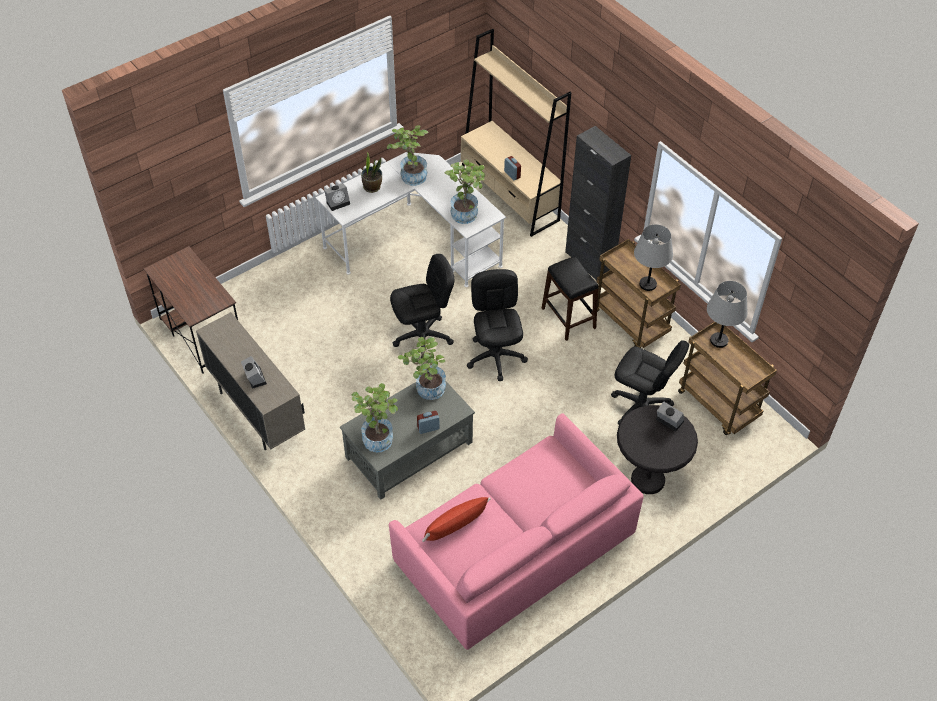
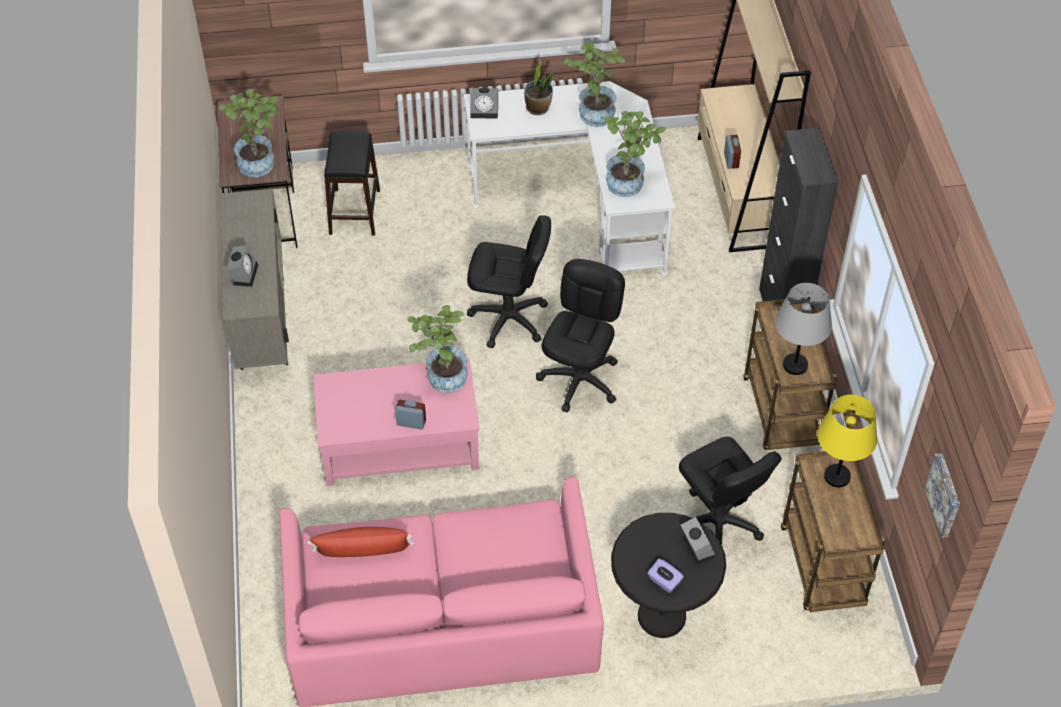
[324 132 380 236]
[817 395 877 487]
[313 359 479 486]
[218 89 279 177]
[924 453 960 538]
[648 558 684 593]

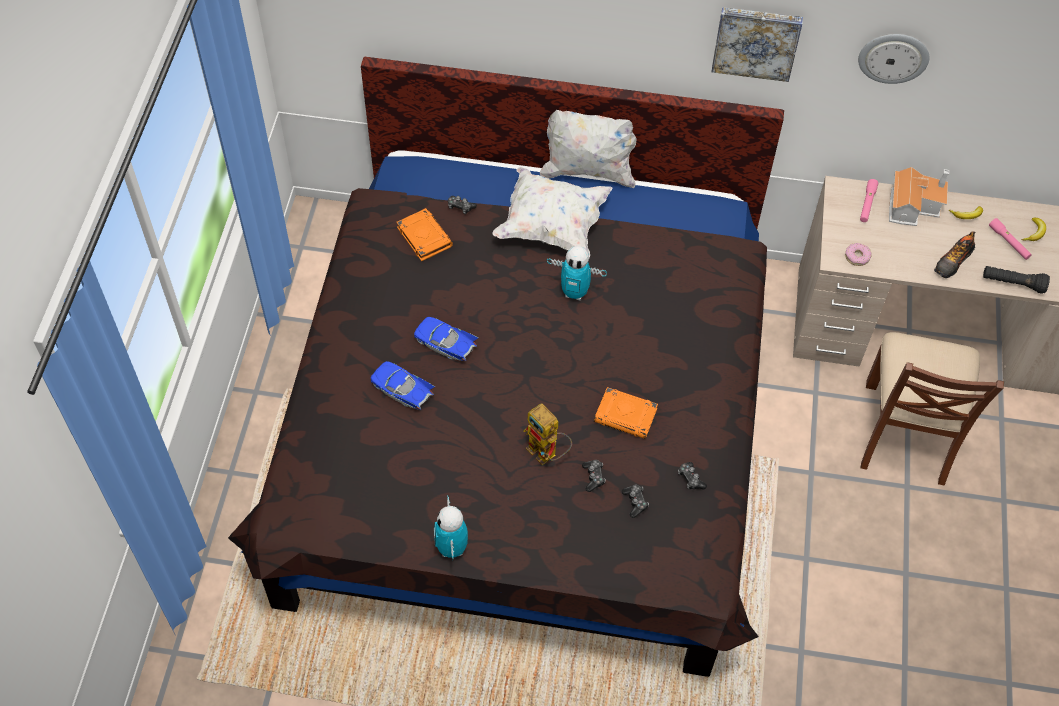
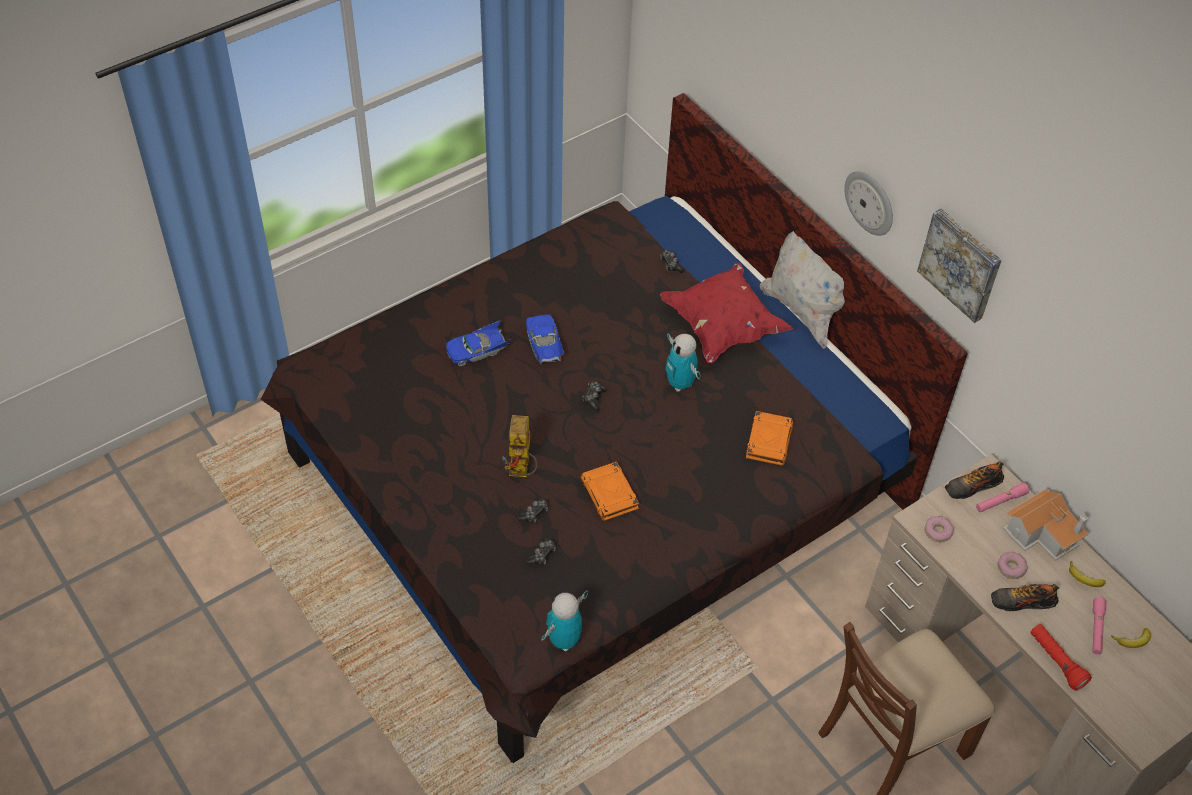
[845 171 893 236]
[660 263 793 363]
[746 411 793 465]
[1031 624 1092 691]
[446 320 511 366]
[583 381 608 411]
[541 591 588 652]
[945 461 1004 499]
[997 552 1028 579]

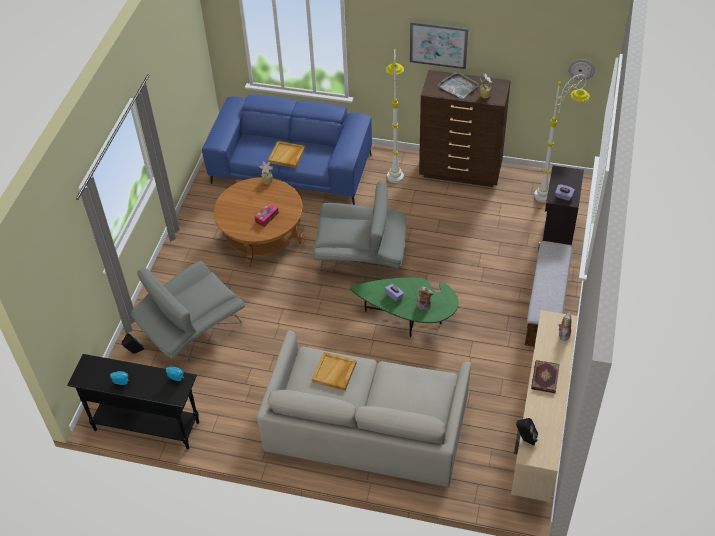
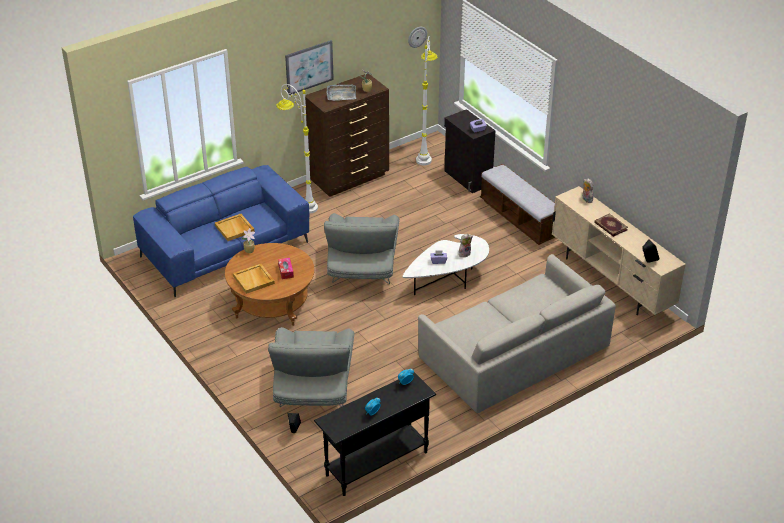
[324 213 400 284]
[403 234 489 295]
[233 264 275 294]

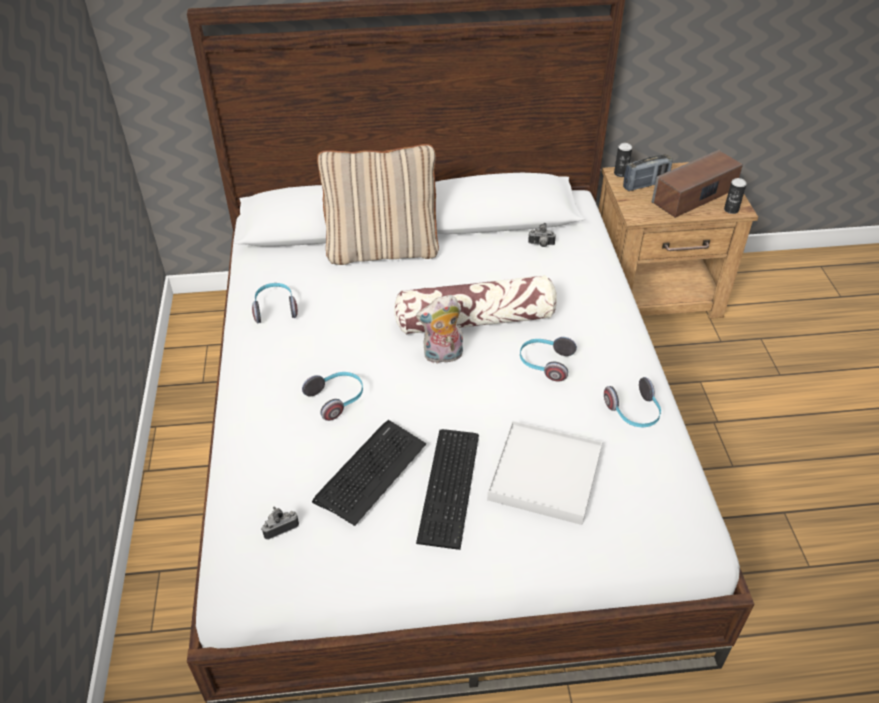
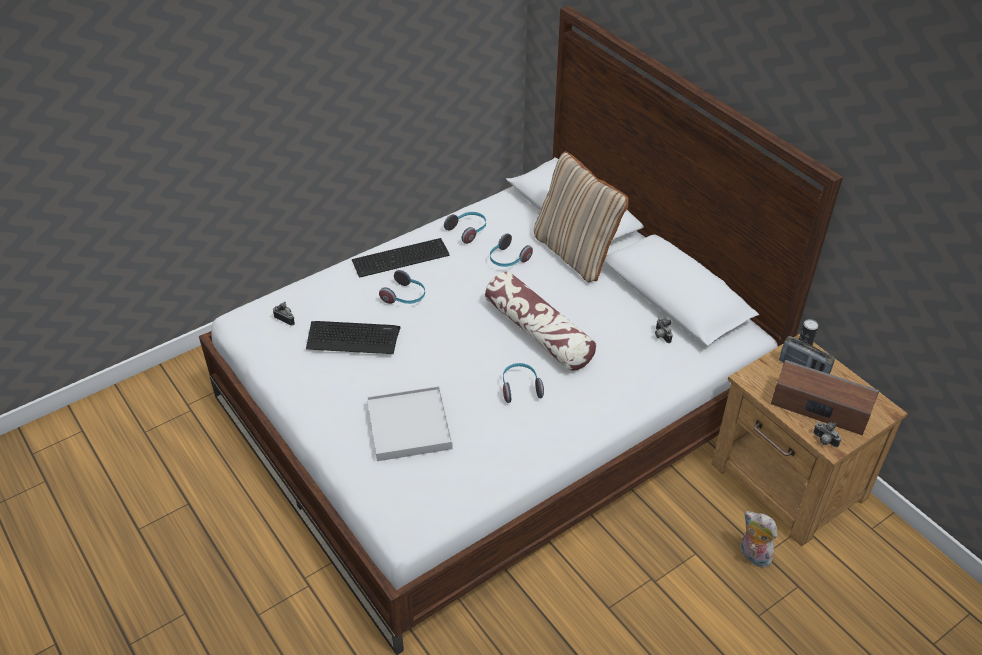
[813 422 841 447]
[741 511 777 568]
[490 233 533 267]
[352 238 450 278]

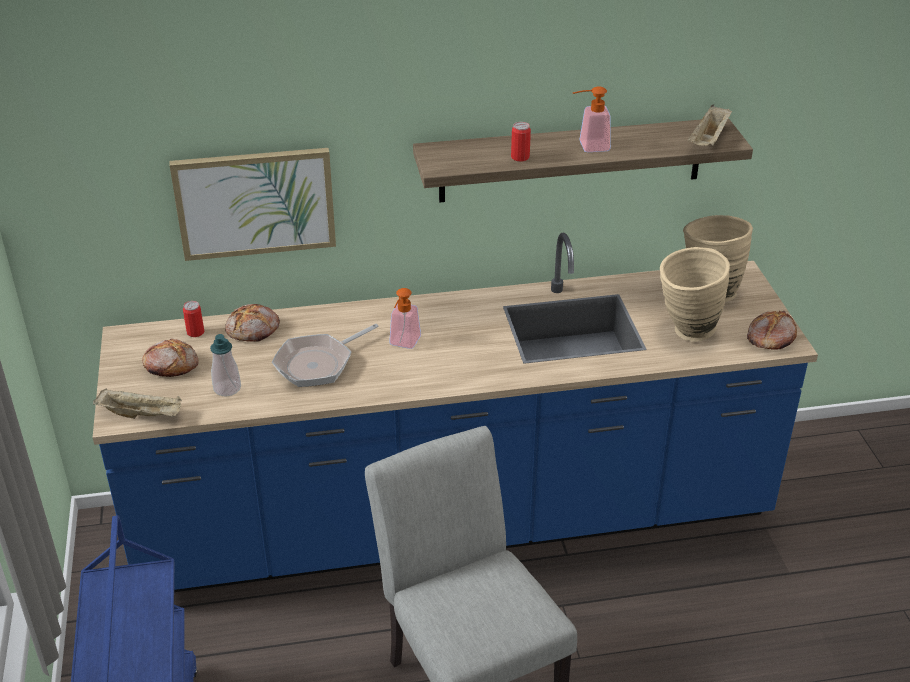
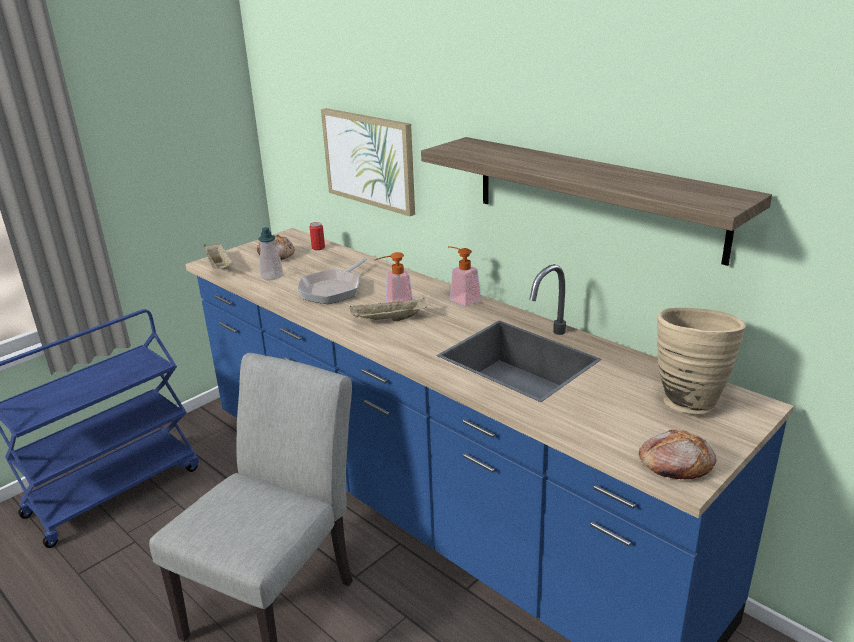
[448 246 481 306]
[350 297 427 322]
[511 122 531 162] (first image)
[660 247 730 342] (first image)
[225 304 280 342] (first image)
[298 258 367 304]

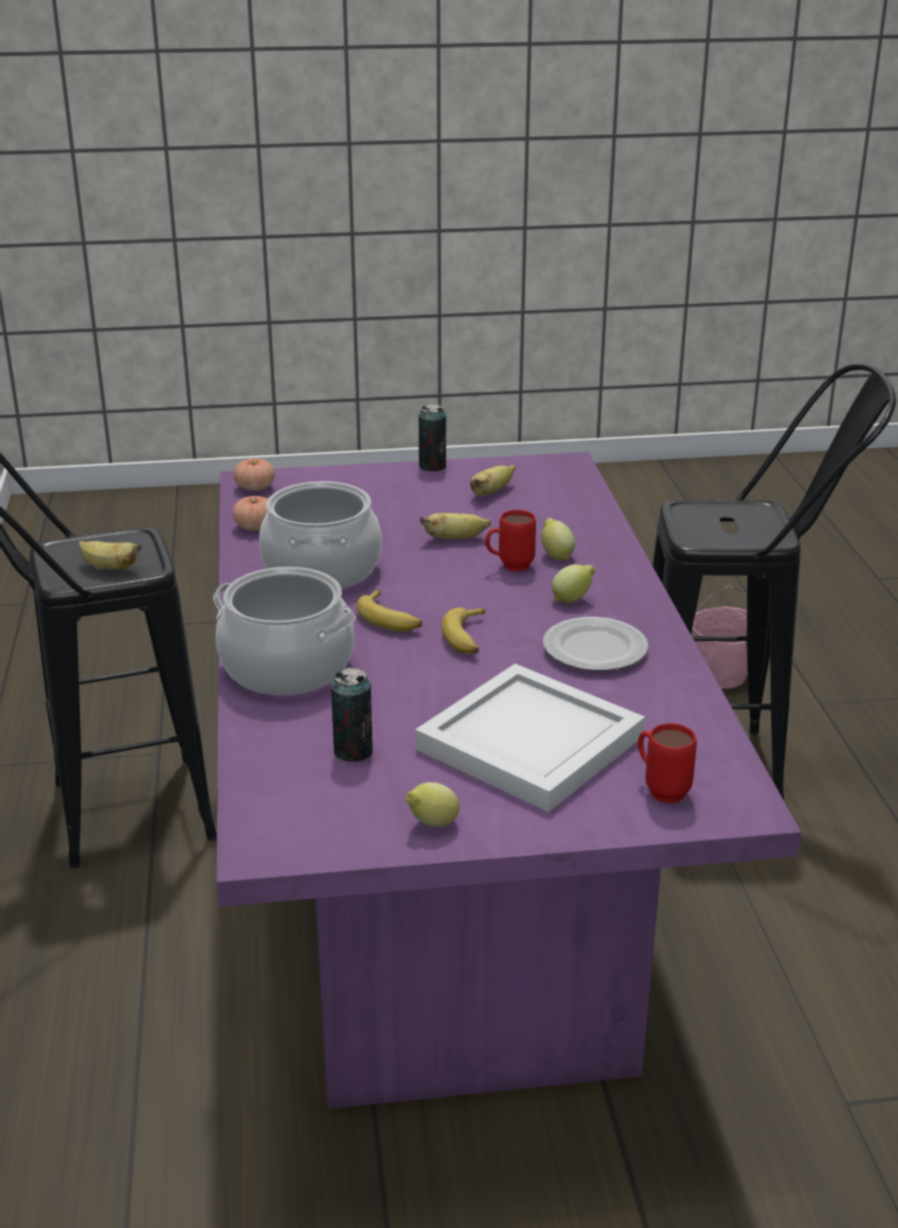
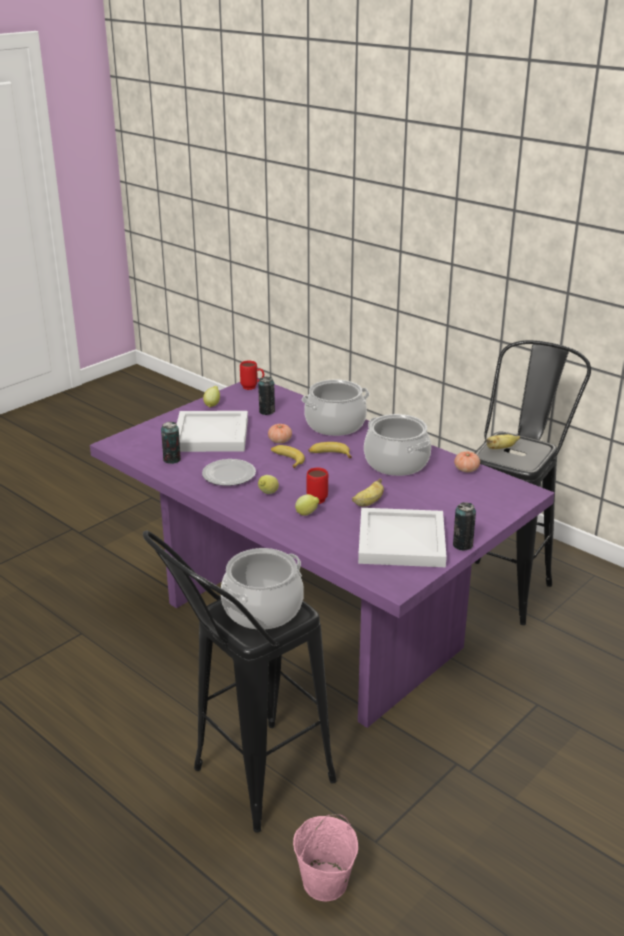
[268 424 292 443]
[358 508 447 567]
[240 361 264 390]
[161 422 181 464]
[221 548 304 630]

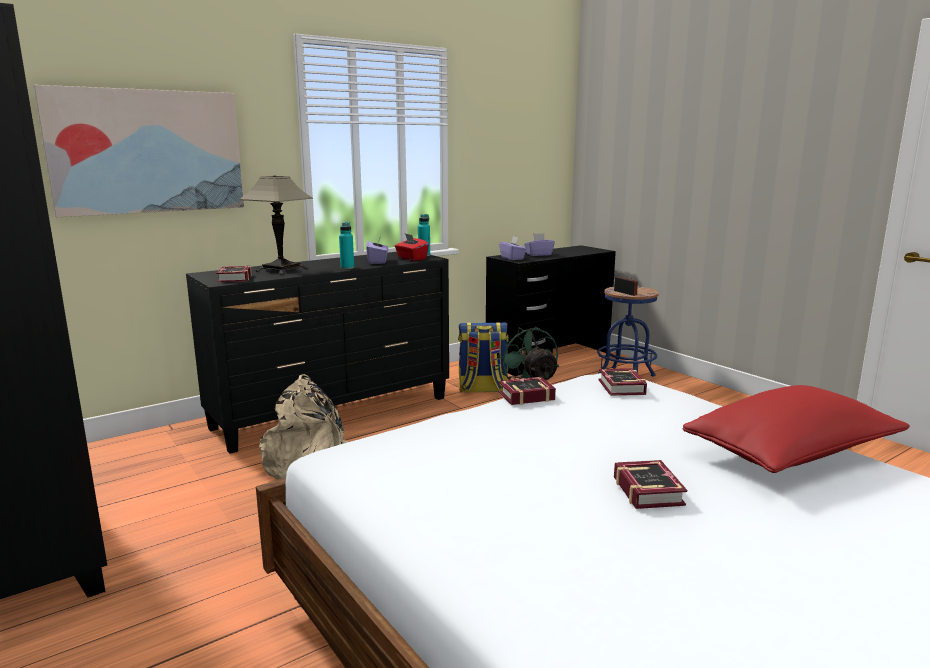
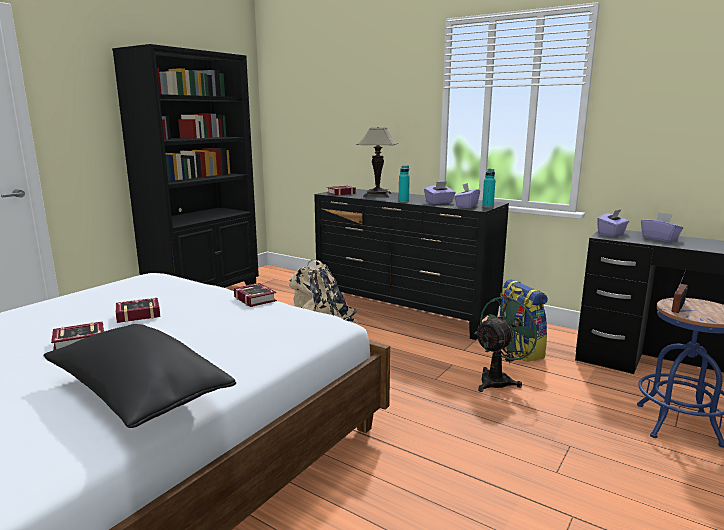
[33 85 244 217] (first image)
[454 183 480 208]
[116 298 160 323]
[43 324 236 428]

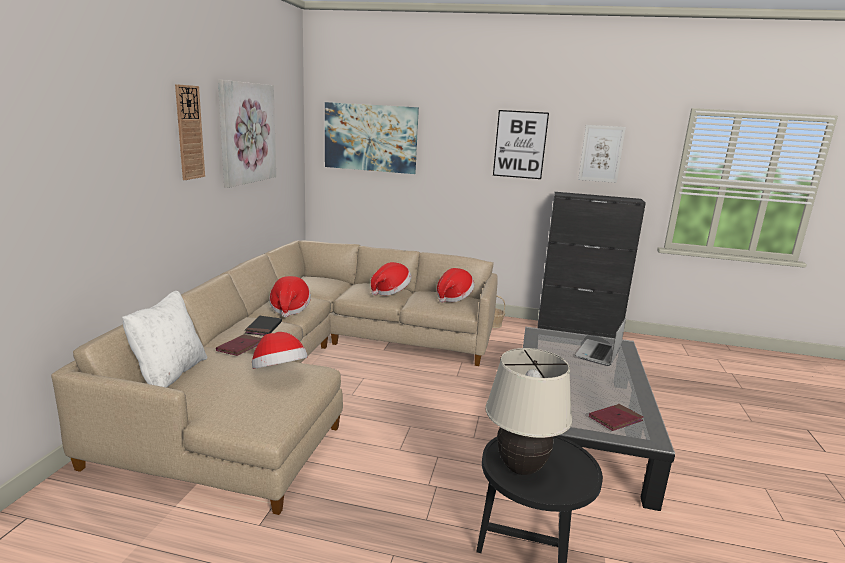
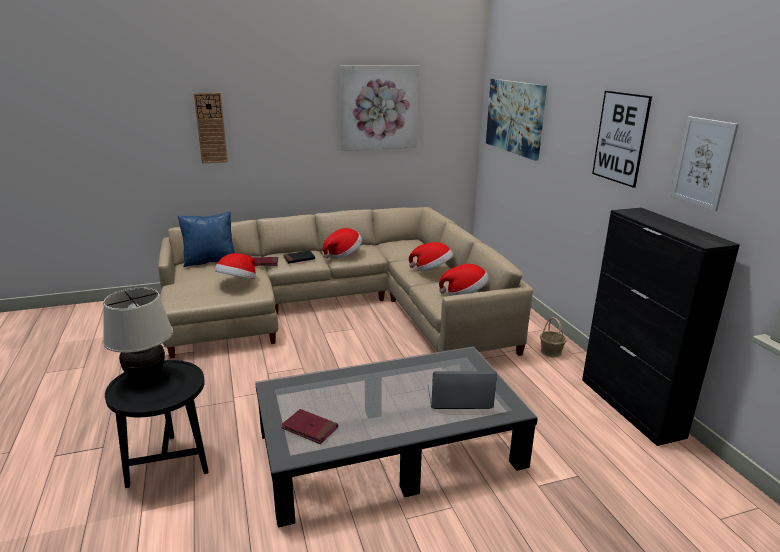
[194 93 228 163]
[178 212 235 267]

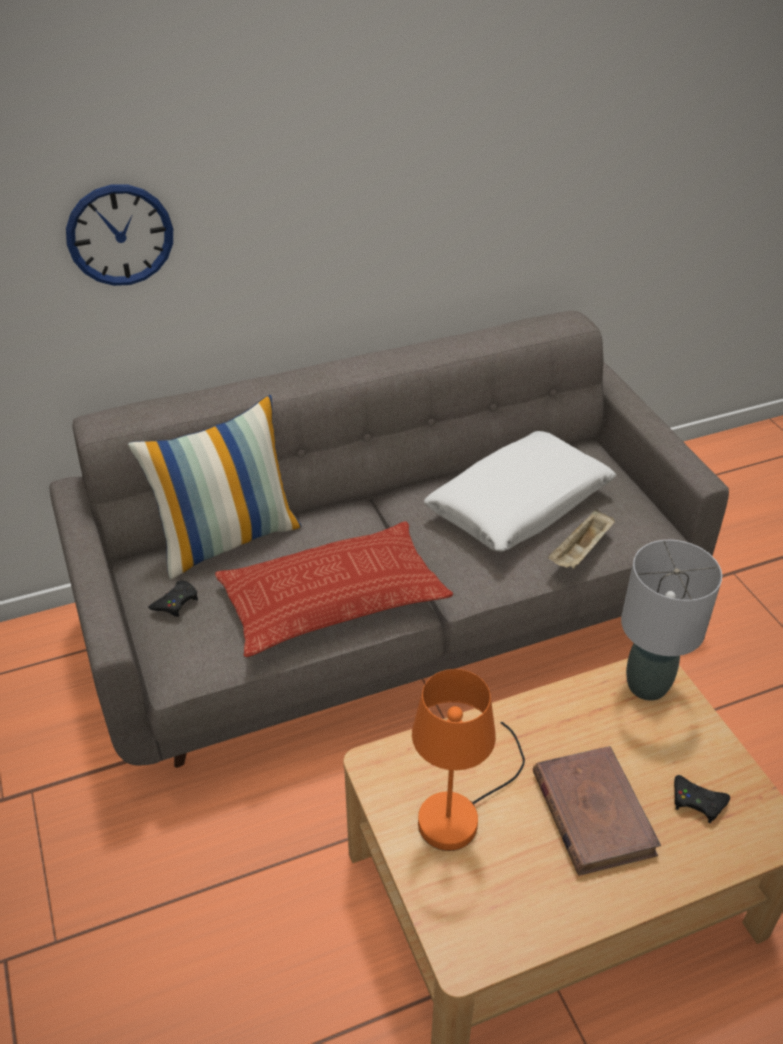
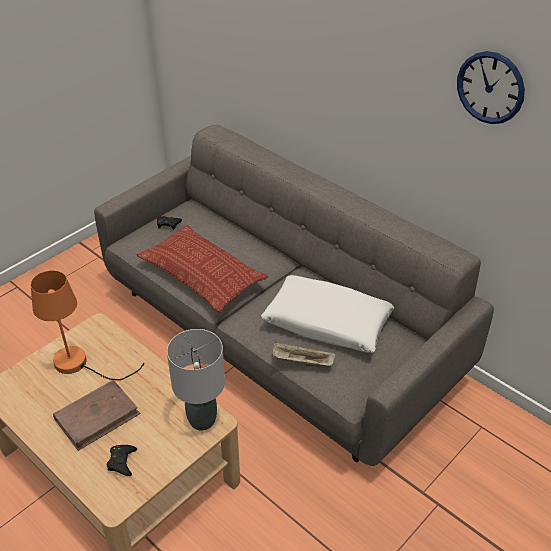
[457 51 525 124]
[128 395 302 579] (first image)

